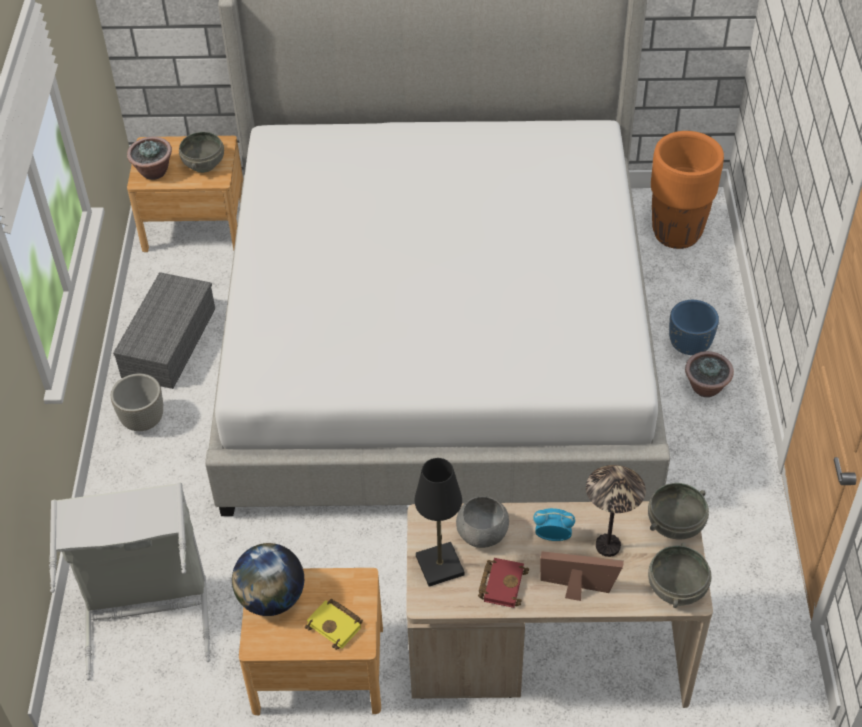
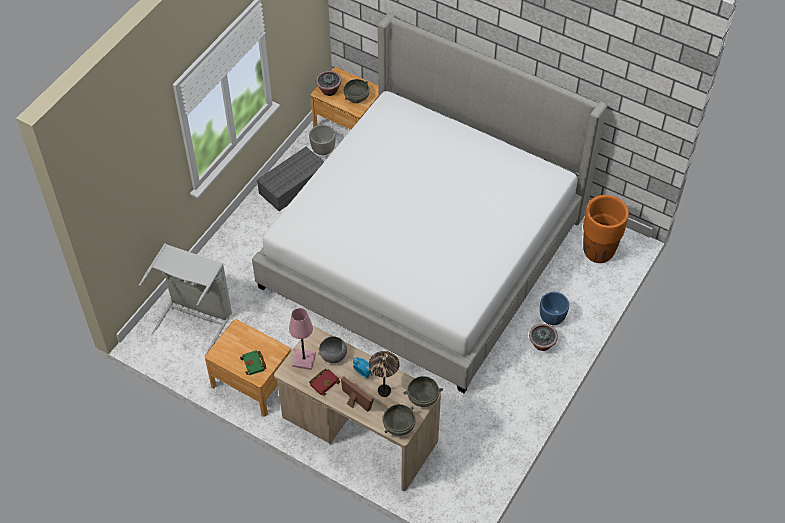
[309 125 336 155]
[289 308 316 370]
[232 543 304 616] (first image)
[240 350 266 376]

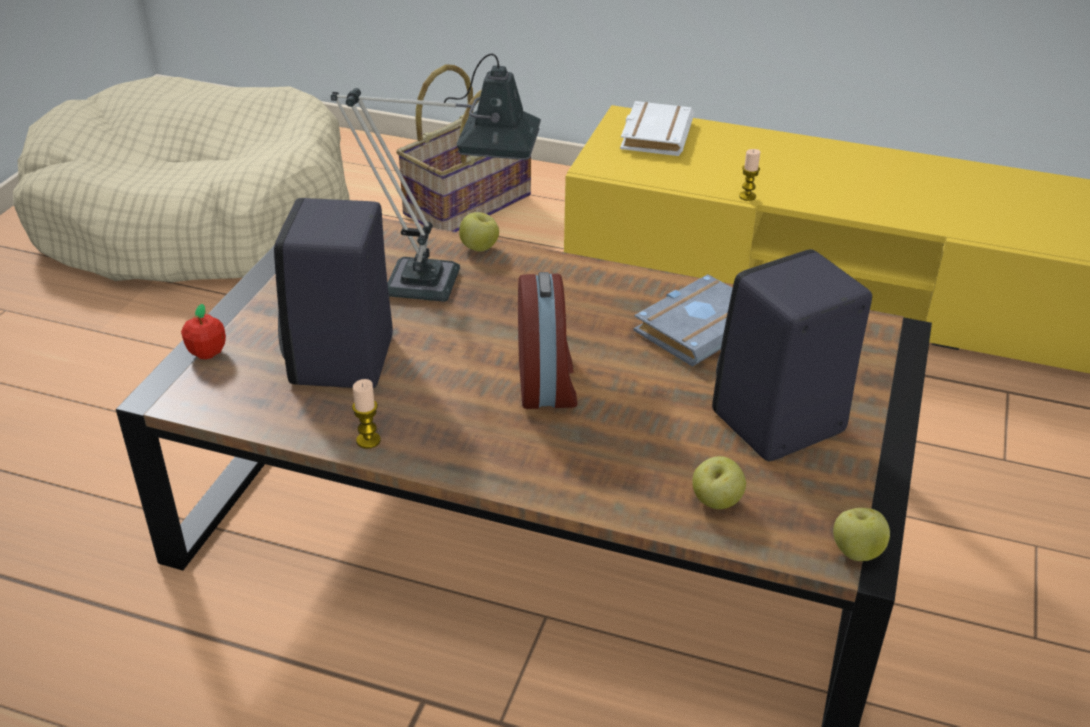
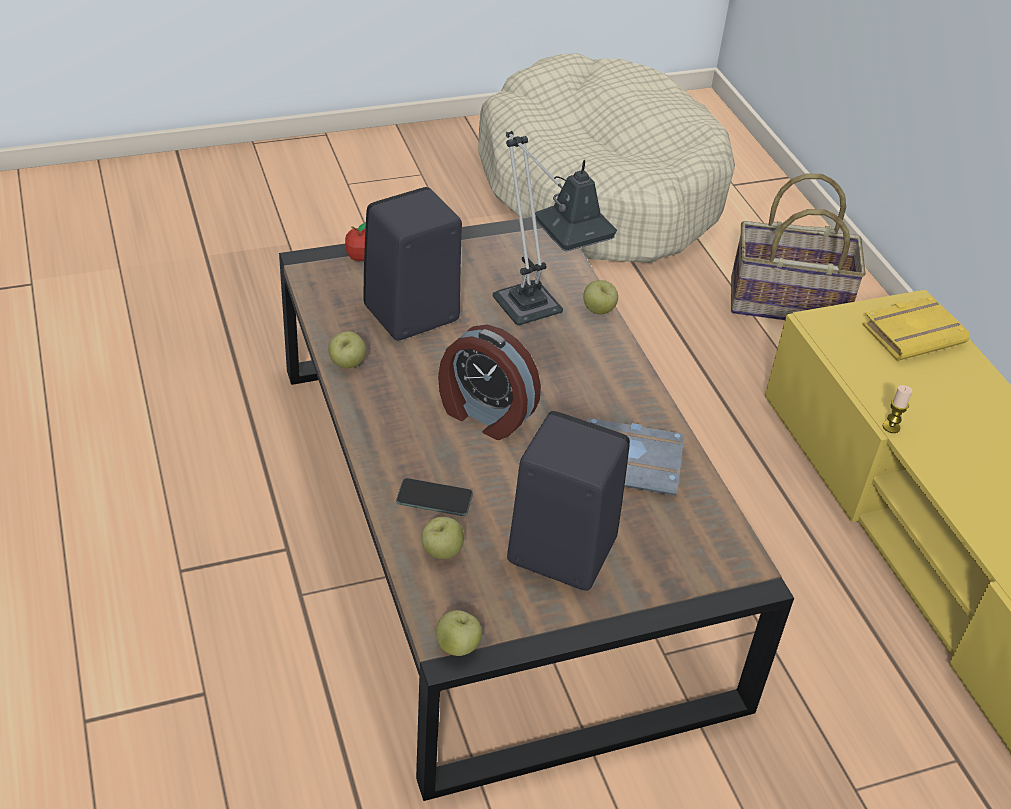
[862 296 970 361]
[438 325 541 440]
[329 331 366 369]
[396 478 473 516]

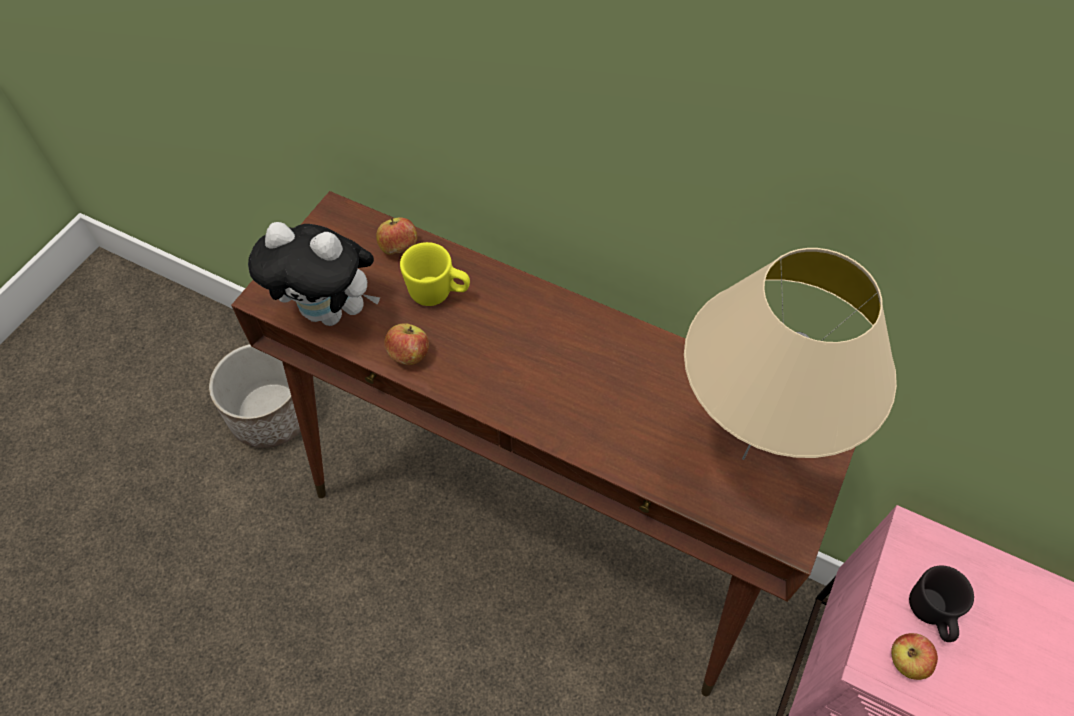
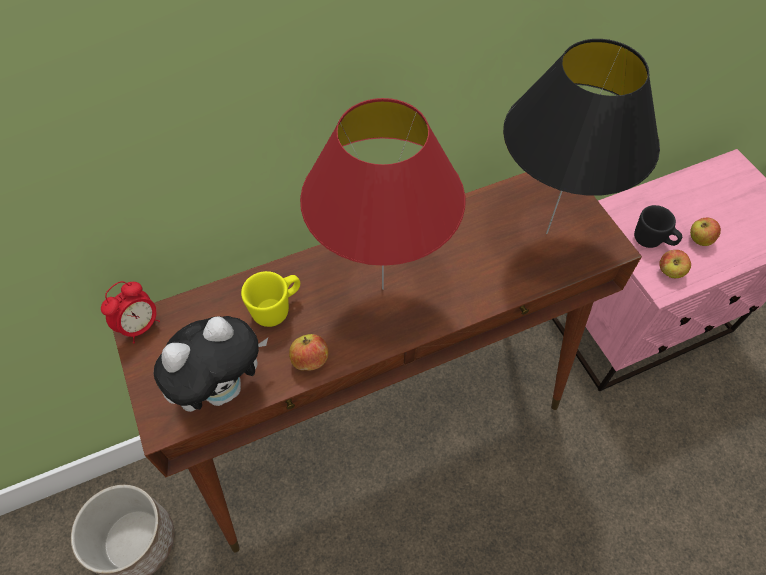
[690 218 721 246]
[503 39 660 234]
[300 98 465 290]
[101 281 160 343]

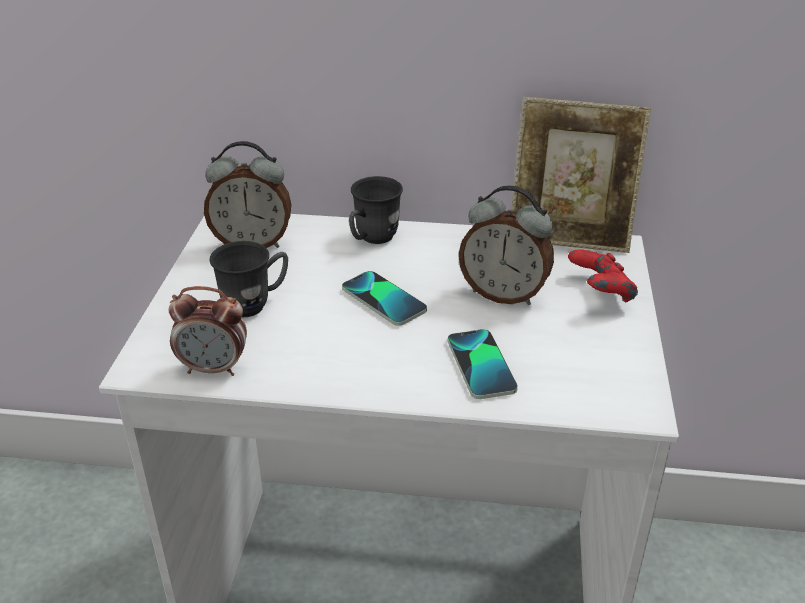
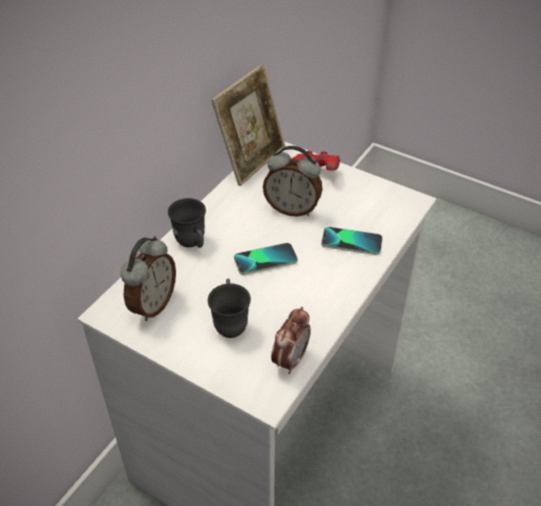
[263 146 323 217]

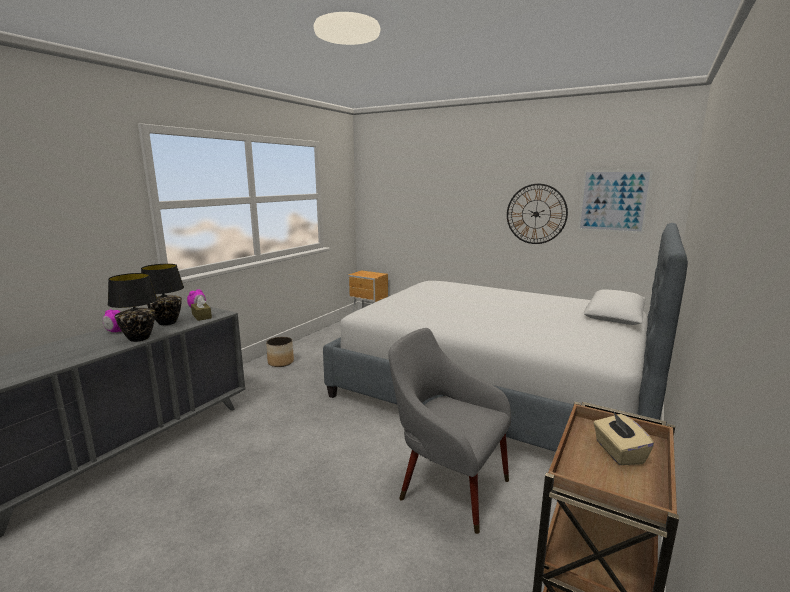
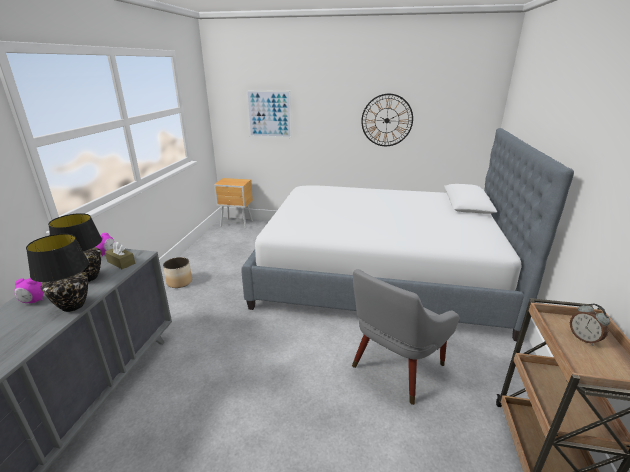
[246 90 292 138]
[352 269 459 405]
[570 304 610 346]

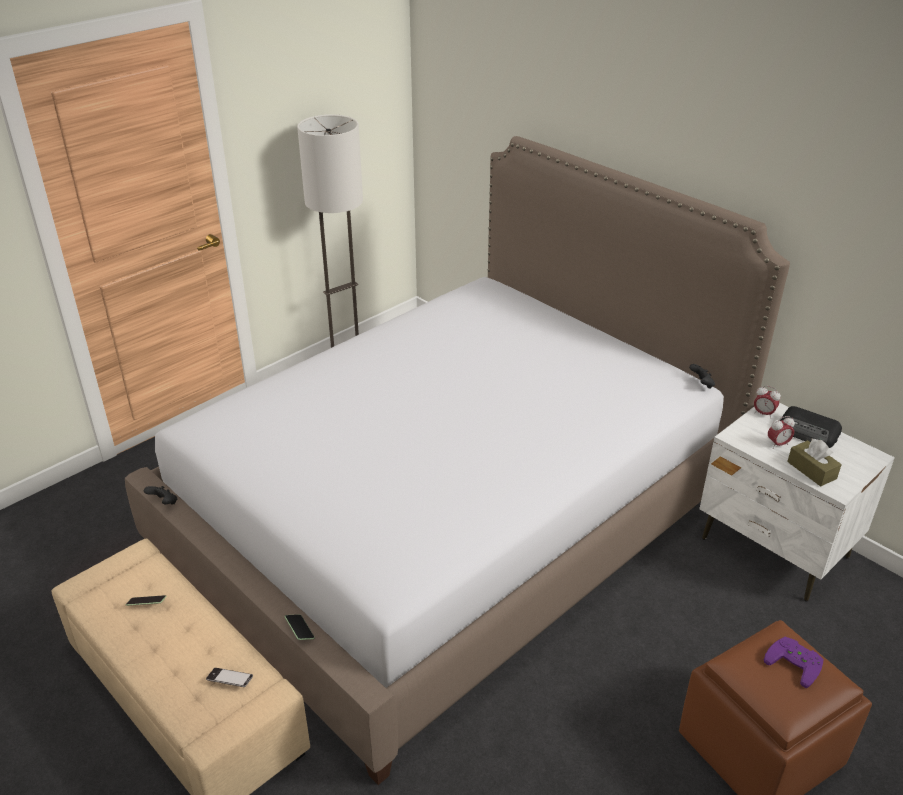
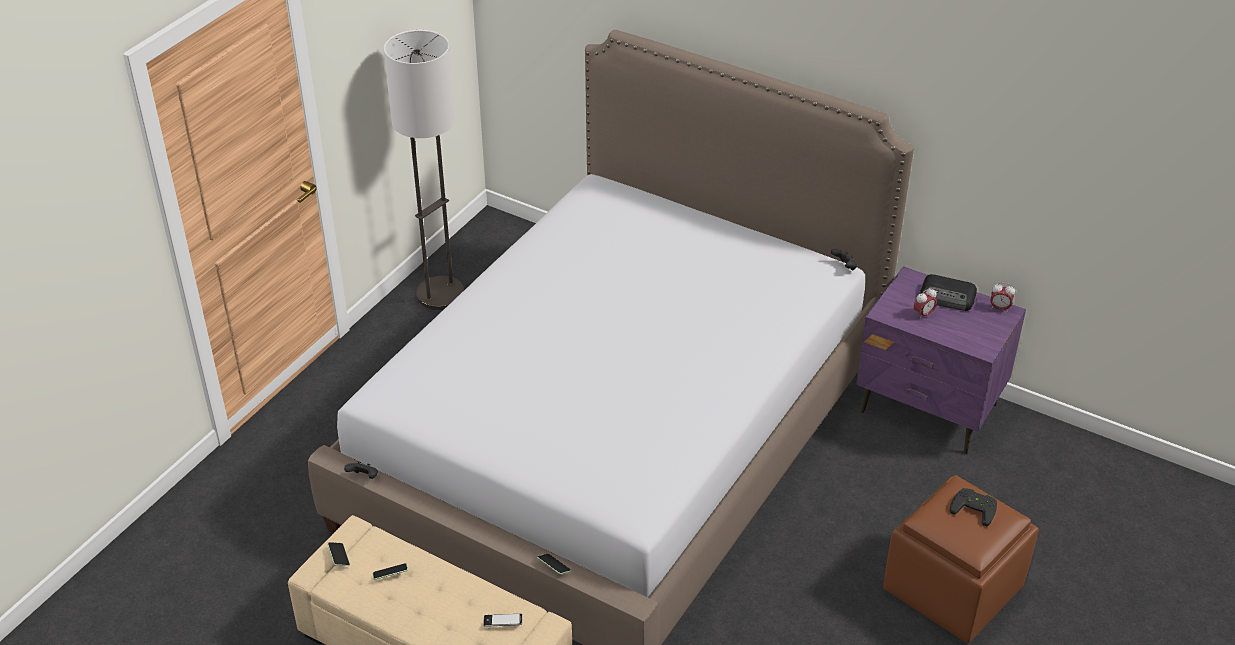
[990 282 1015 312]
[856 266 1026 454]
[787 439 842 487] (first image)
[950 488 997 526]
[327 542 350 566]

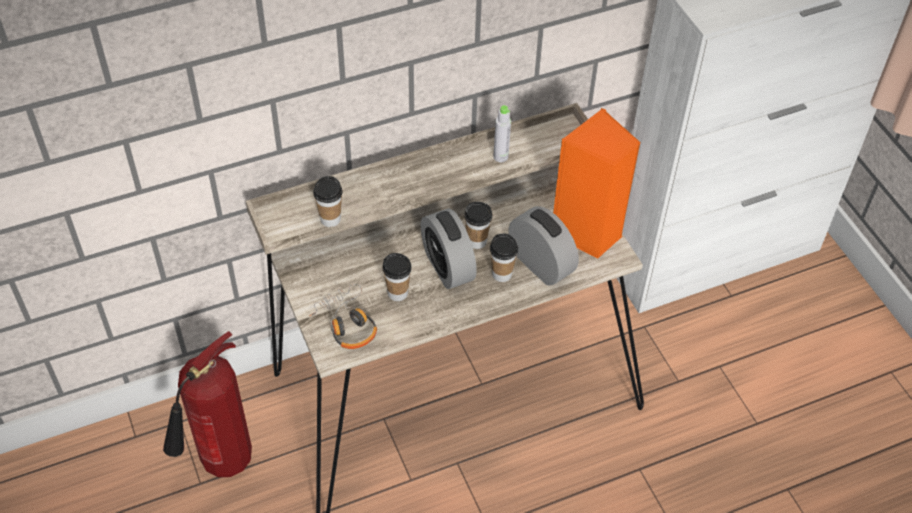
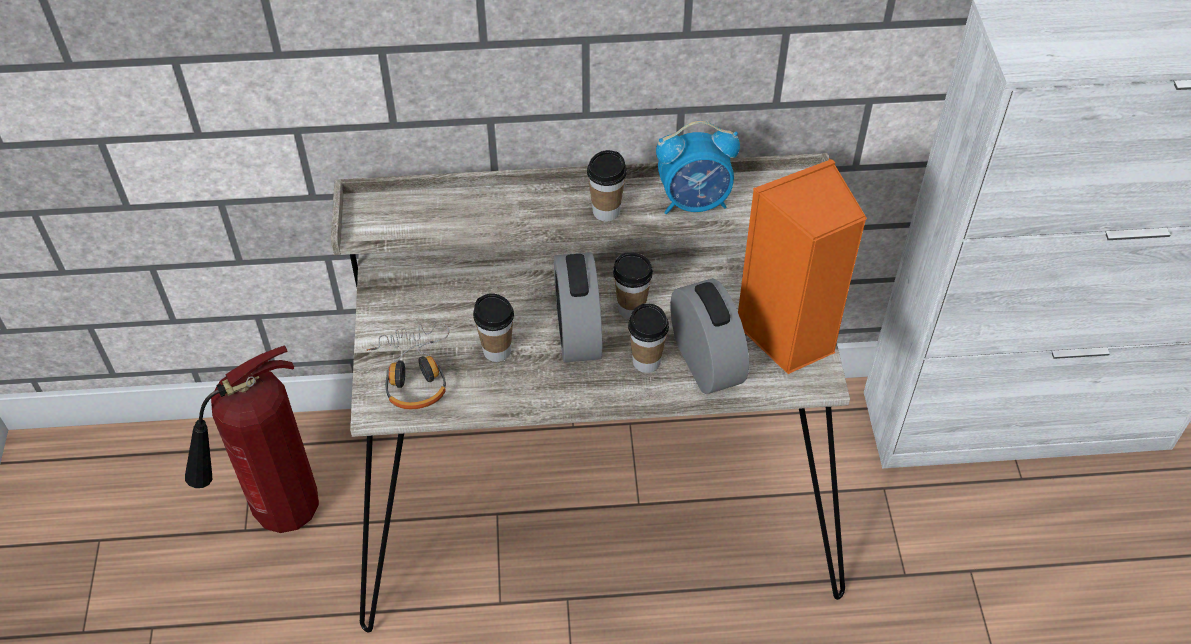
[656 121 740 214]
[587 150 627 222]

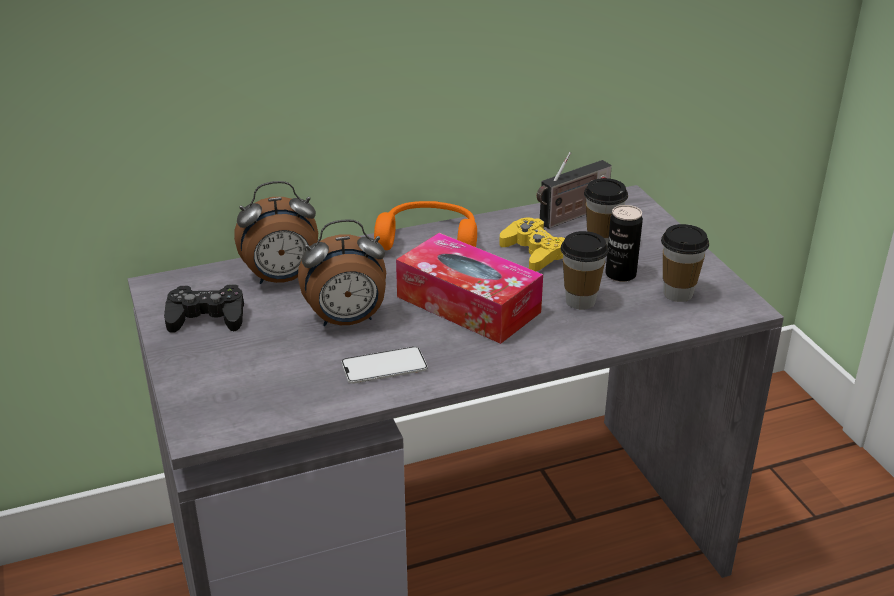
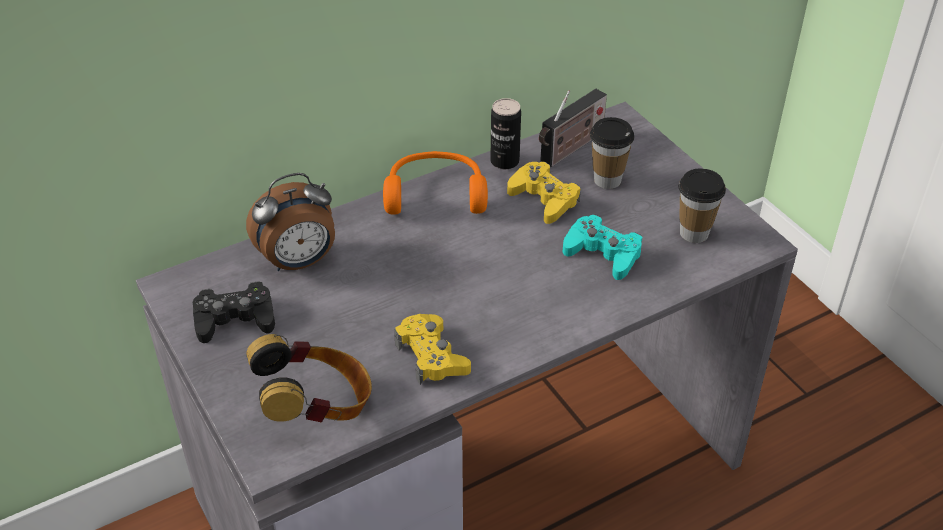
[490 98 521 169]
[298 220 386 326] (first image)
[563 215 642 280]
[396 233 543 344] (first image)
[395 314 471 385]
[246 334 372 423]

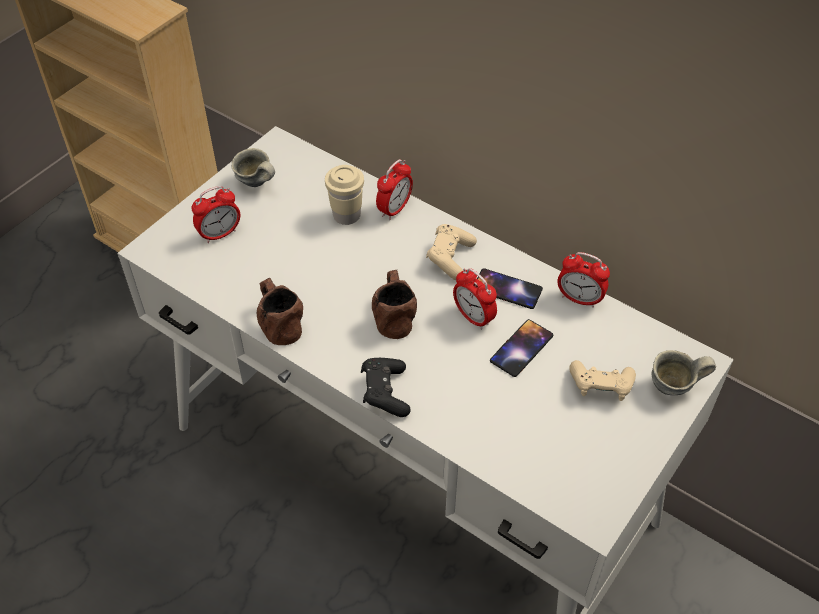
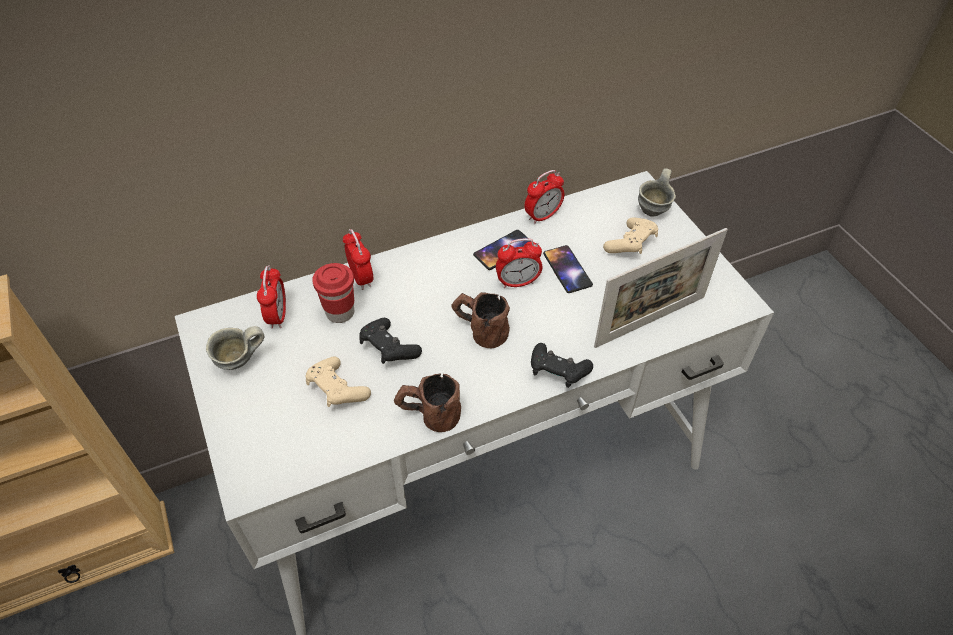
[312 263 354 323]
[257 265 286 329]
[306 357 371 407]
[594 228 728 348]
[359 318 422 364]

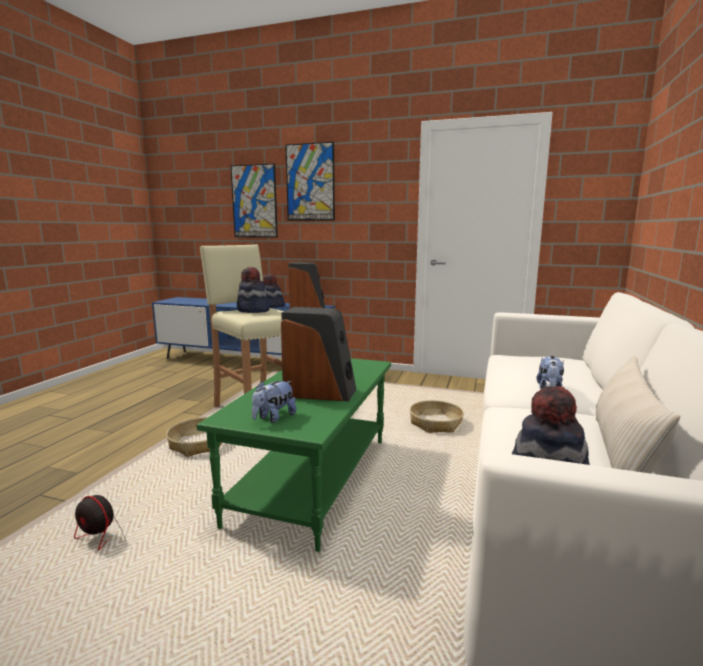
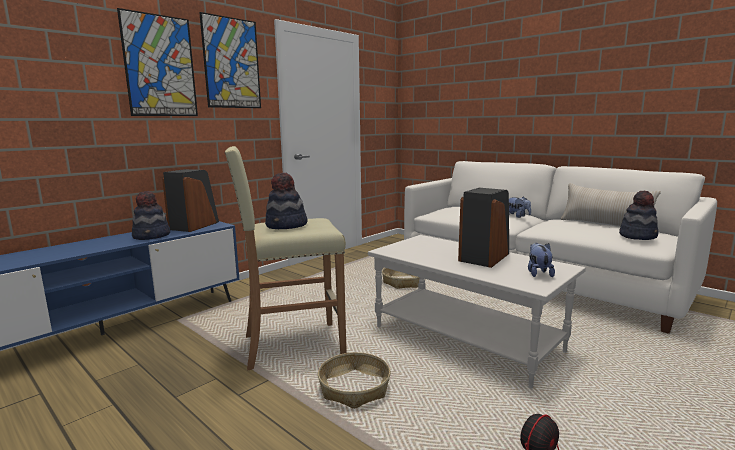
[199 12 261 108]
[368 235 586 388]
[528 243 555 277]

